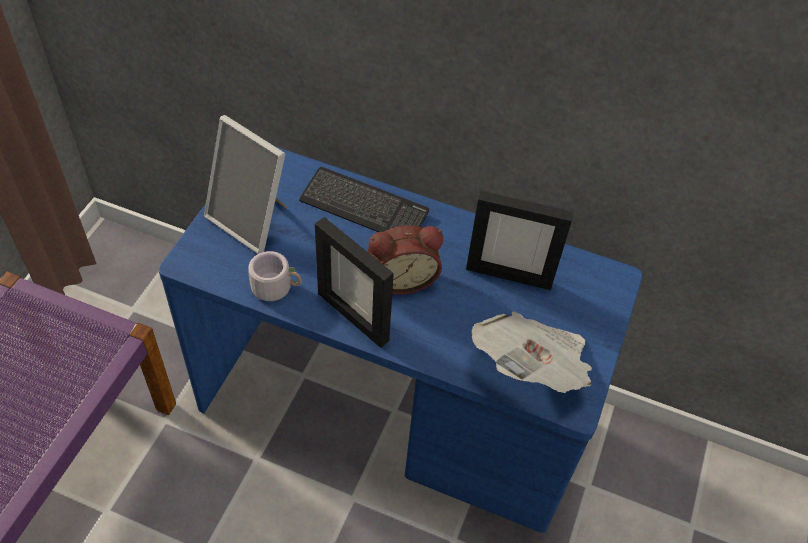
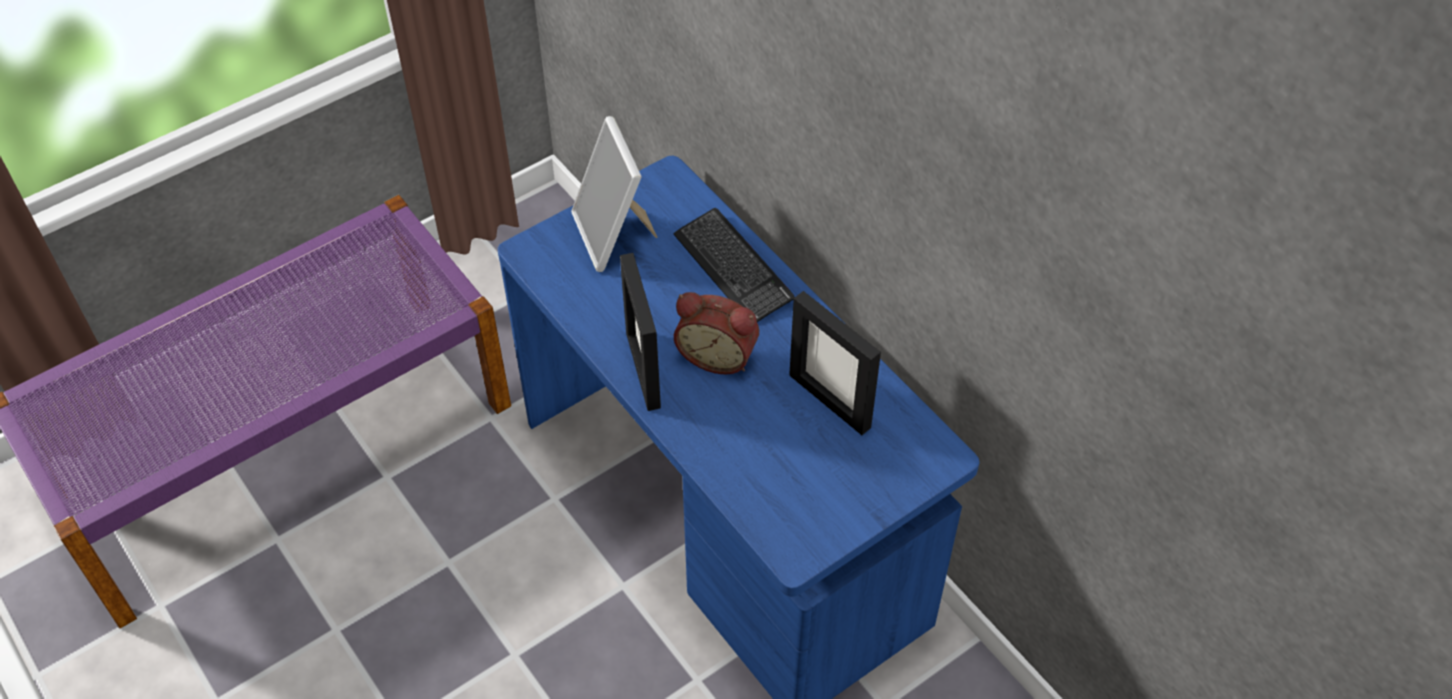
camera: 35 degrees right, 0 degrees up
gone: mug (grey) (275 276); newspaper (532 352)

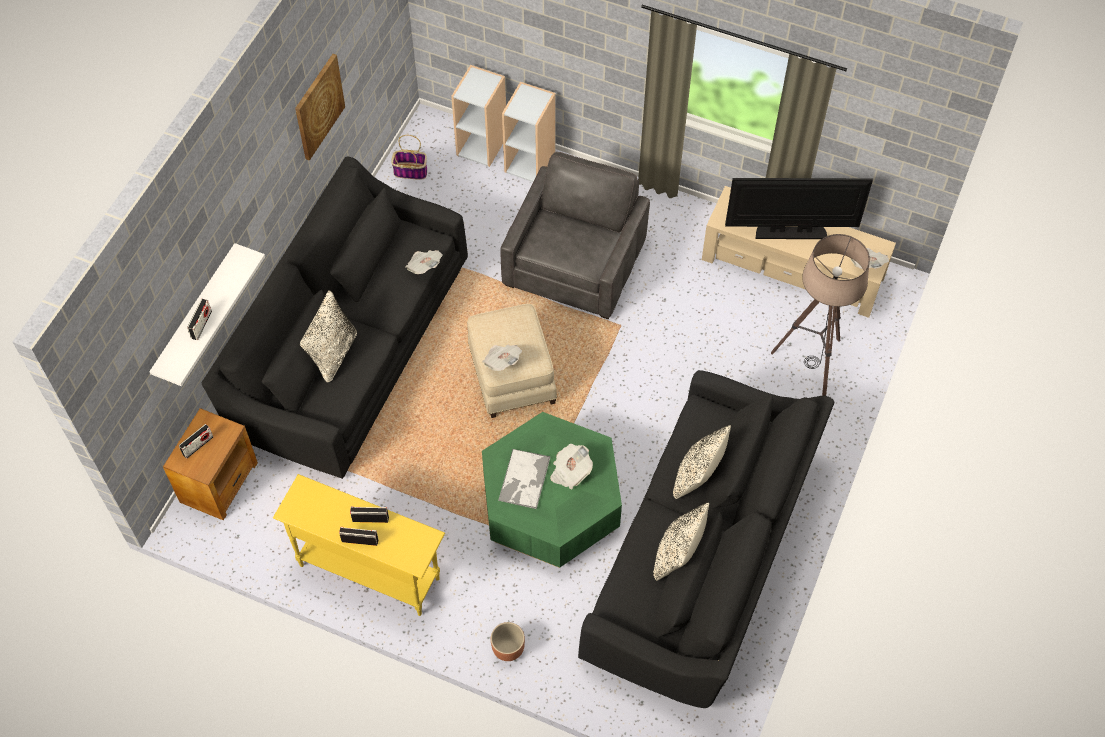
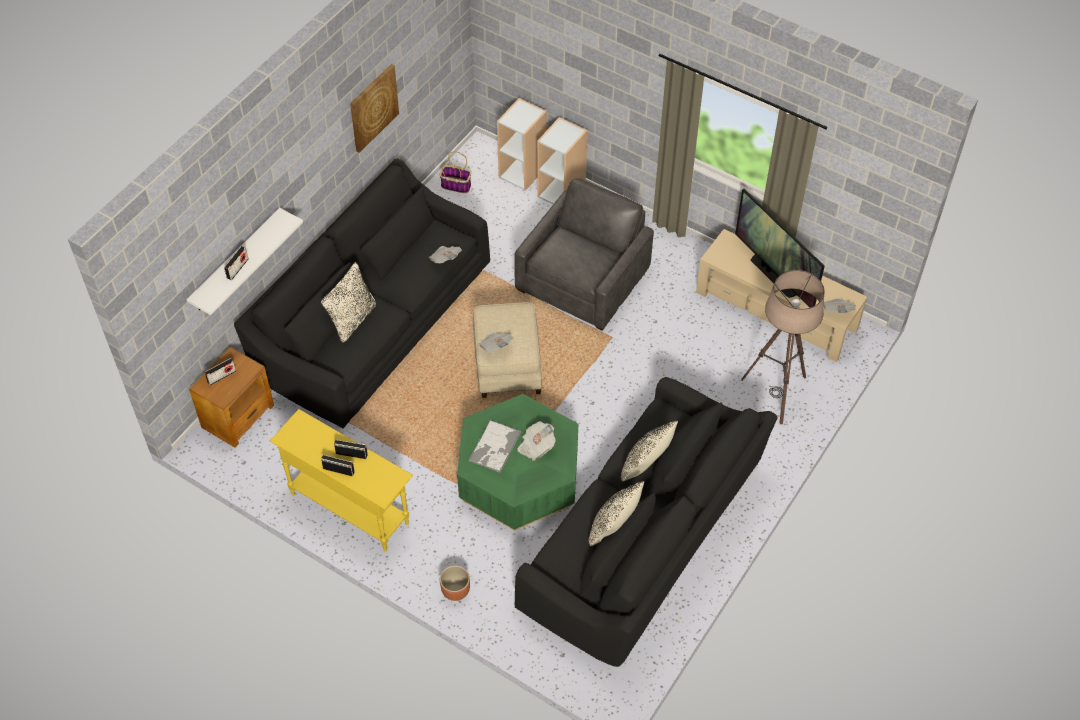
camera: 10 degrees right, 5 degrees down
rotated: television (799 208) = (780 248) 135 degrees counterclockwise

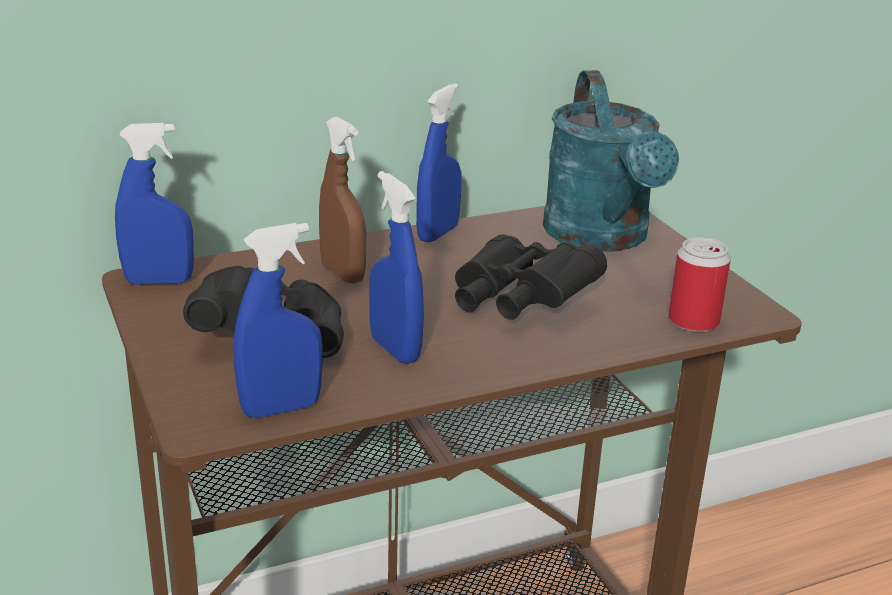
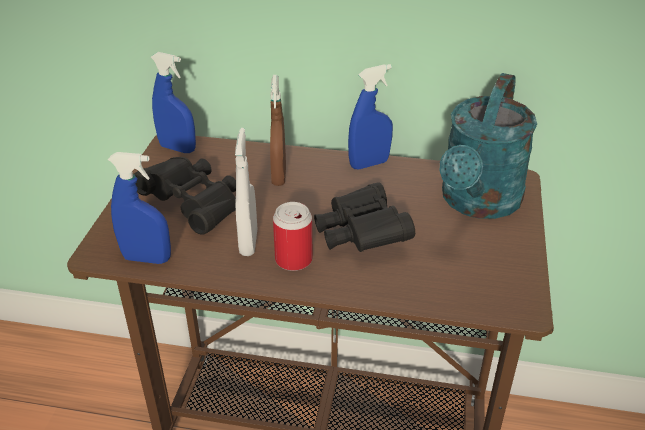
camera: 35 degrees right, 10 degrees up
shifted: can (700 284) to (293 236)
repainted: spray bottle (blue) (396 267) to spray bottle (white) (246 192)

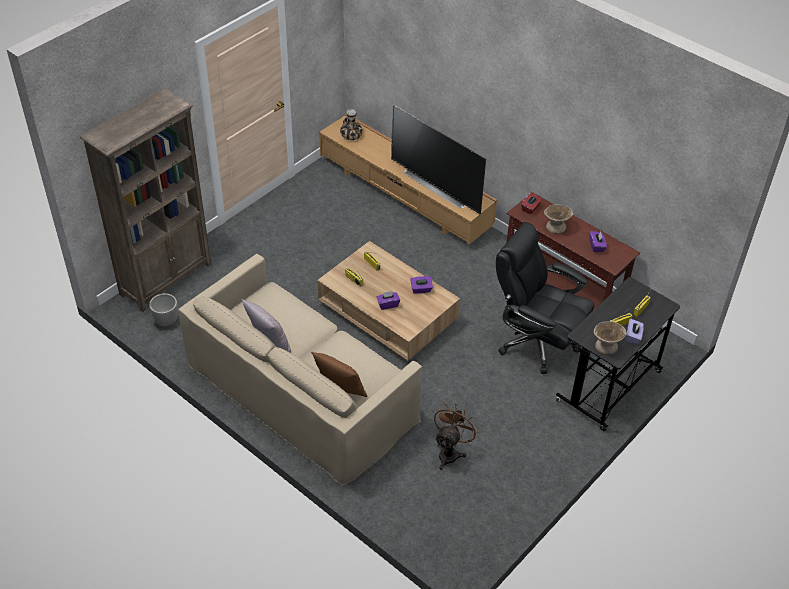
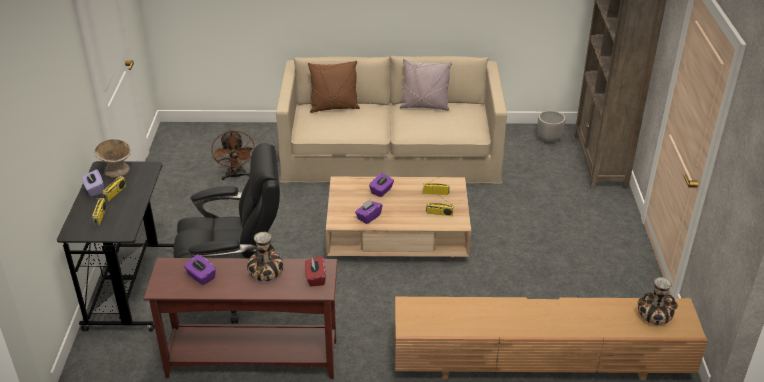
camera: 140 degrees right, 10 degrees down
gone: television (438 159)
swapped: bowl (beige) (558 219) to vase (265 256)

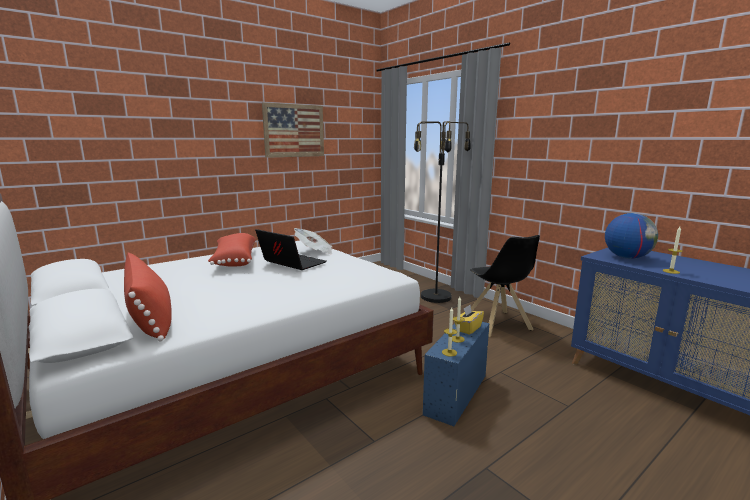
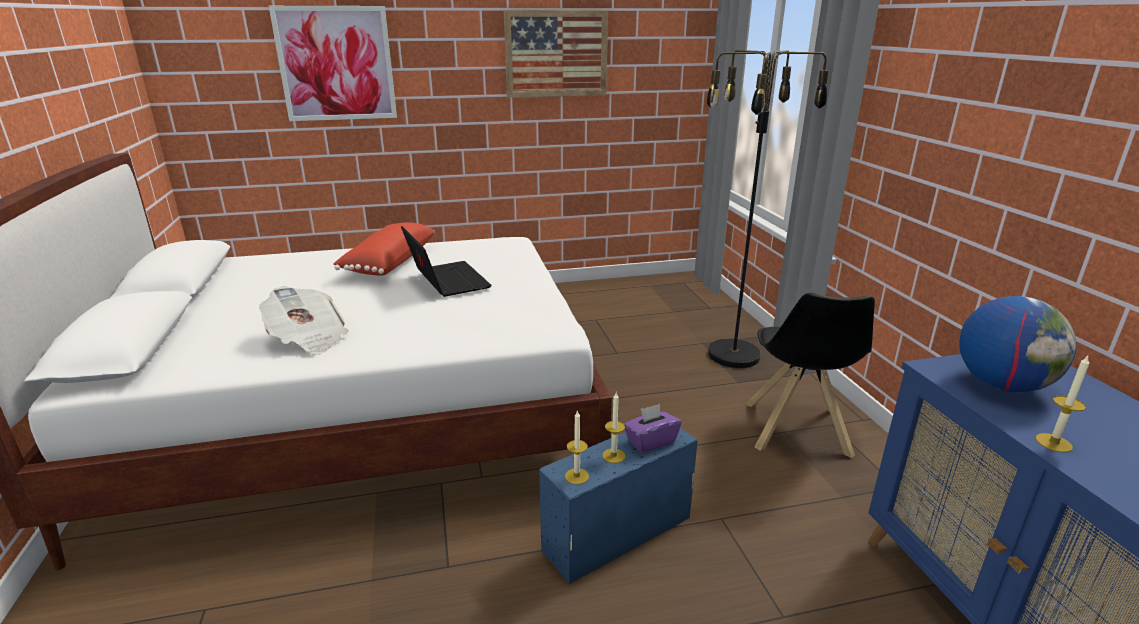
camera: 25 degrees right, 10 degrees up
gone: pillow (red) (148 296)
new: picture (333 63)
shifted: newspaper (313 241) to (304 320)
repainted: tissue box (yellow) (469 320) to tissue box (purple) (652 428)

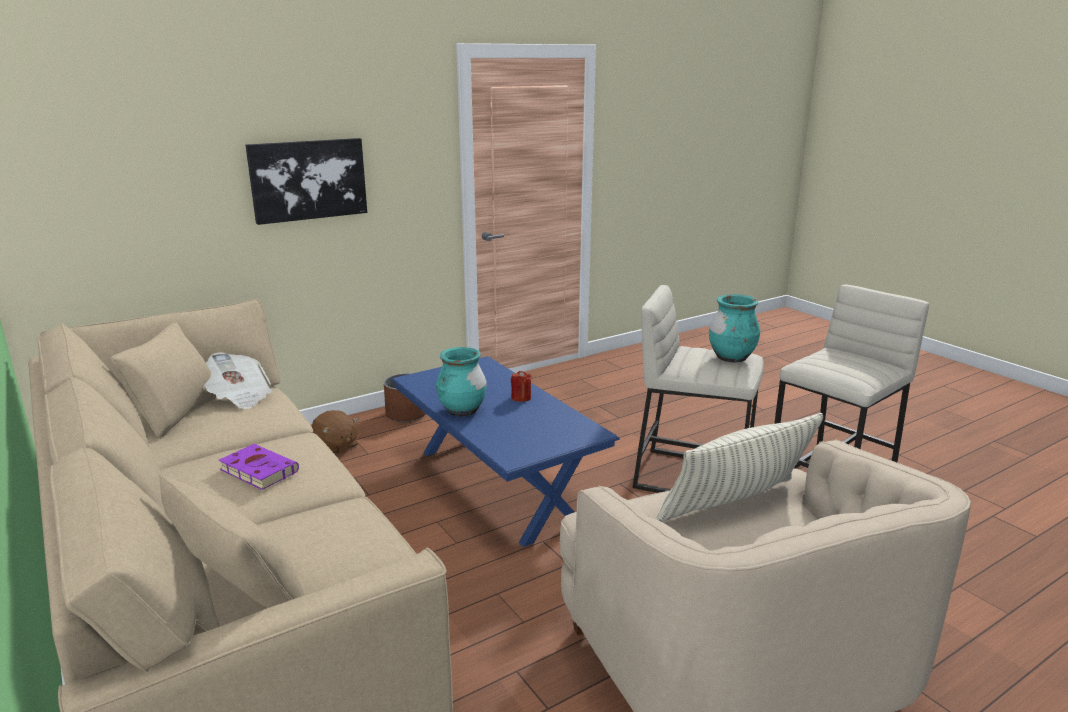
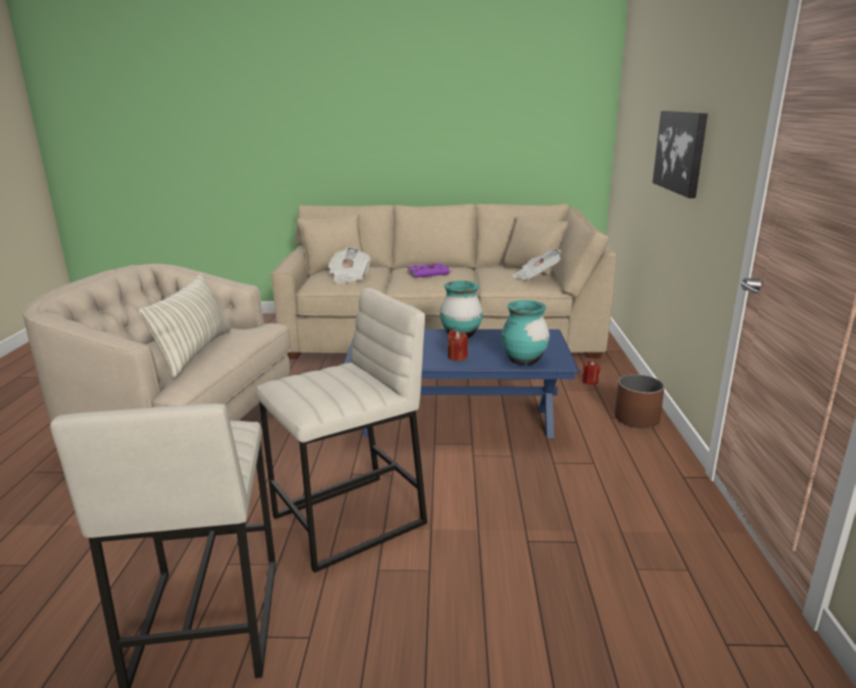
camera: 125 degrees right, 0 degrees up
new: newspaper (349 265)
shifted: vase (turquoise) (734 328) to (525 332)
swapped: plush toy (brown) (335 432) to candle (red) (591 373)

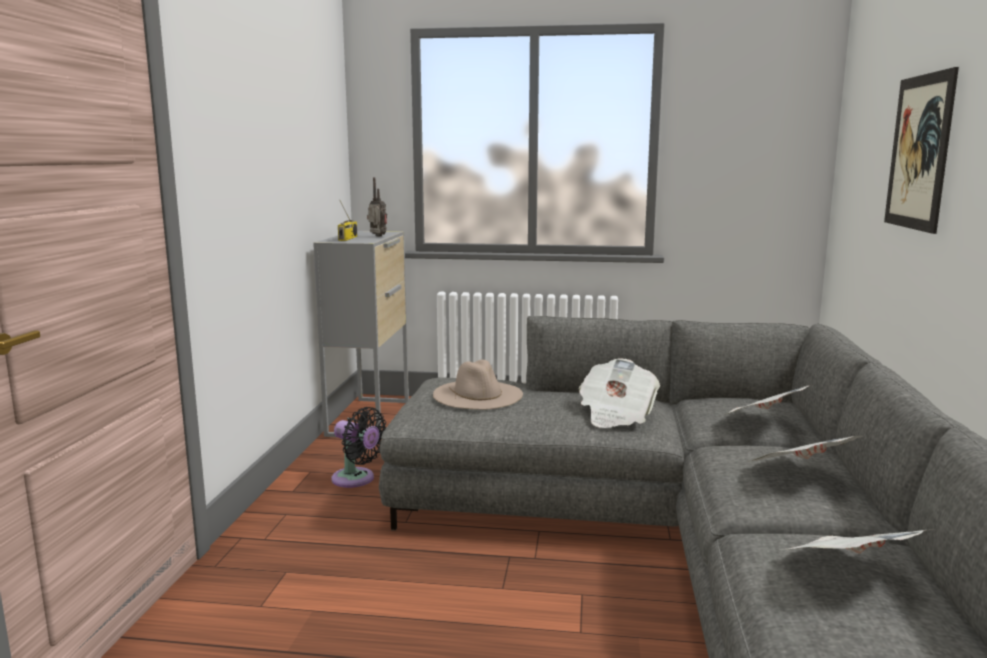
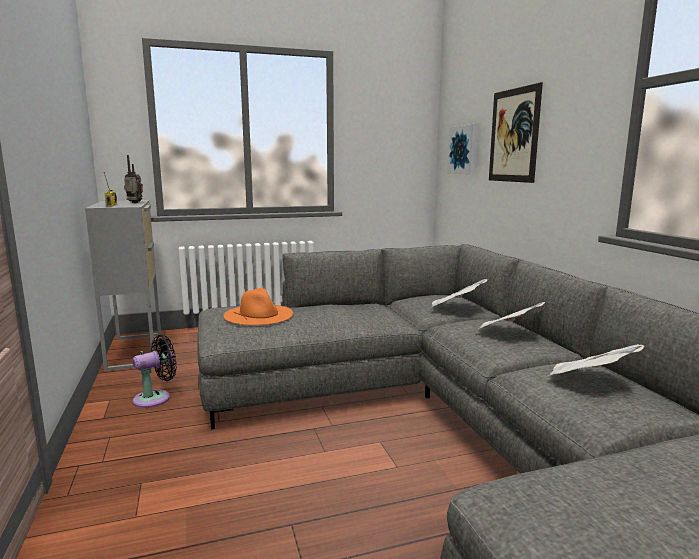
camera: 25 degrees left, 0 degrees up
gone: newspaper (619 393)
new: picture (463 149)
repainted: hat (beige) (478 385) to hat (orange) (258 306)
rotated: fan (black) (358 447) = (154 371) 45 degrees counterclockwise

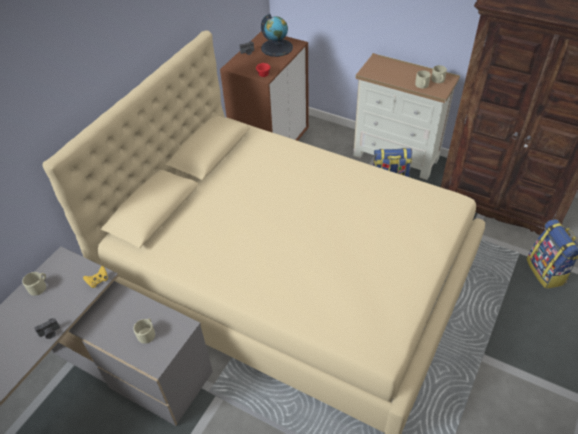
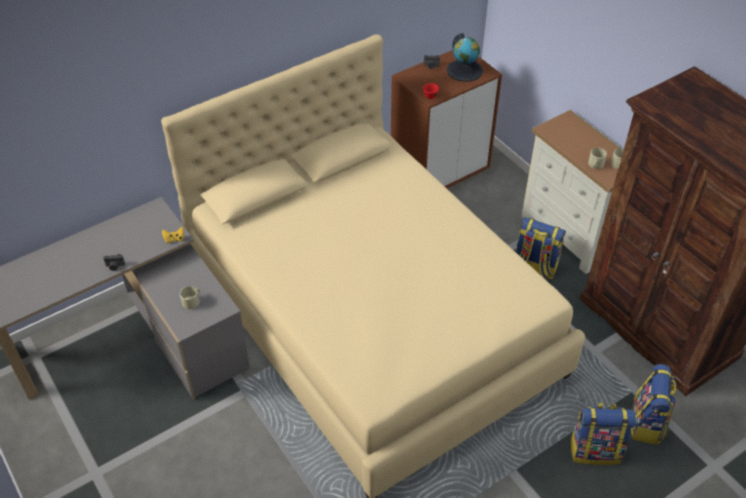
camera: 25 degrees right, 0 degrees up
gone: mug (beige) (34 284)
new: backpack (603 434)

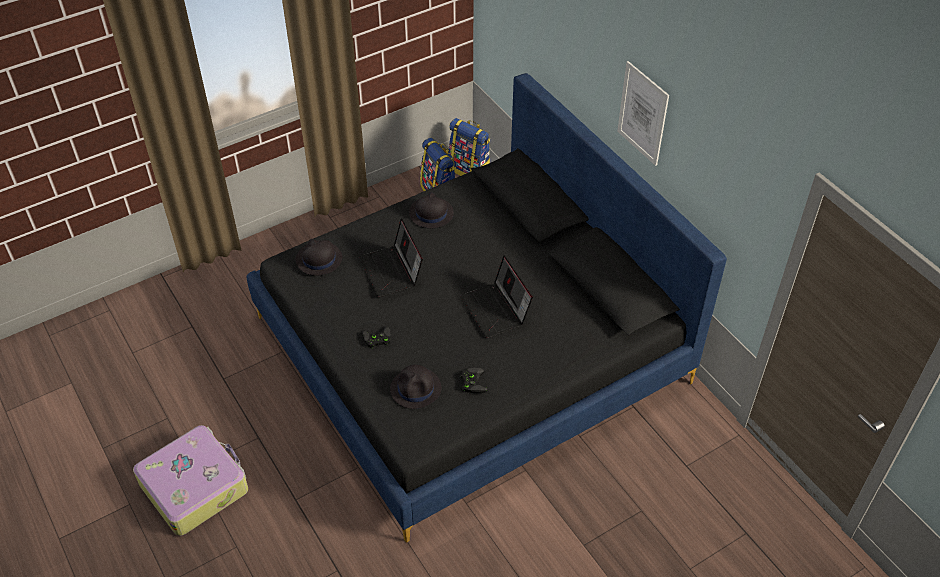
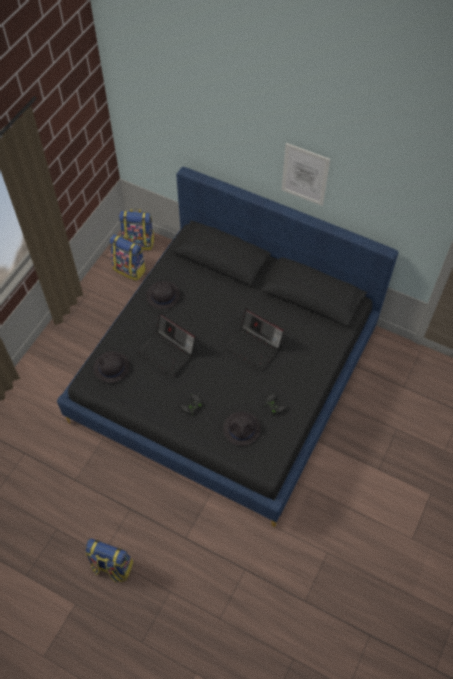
camera: 30 degrees left, 10 degrees up
swapped: suitcase (190 480) to backpack (109 560)

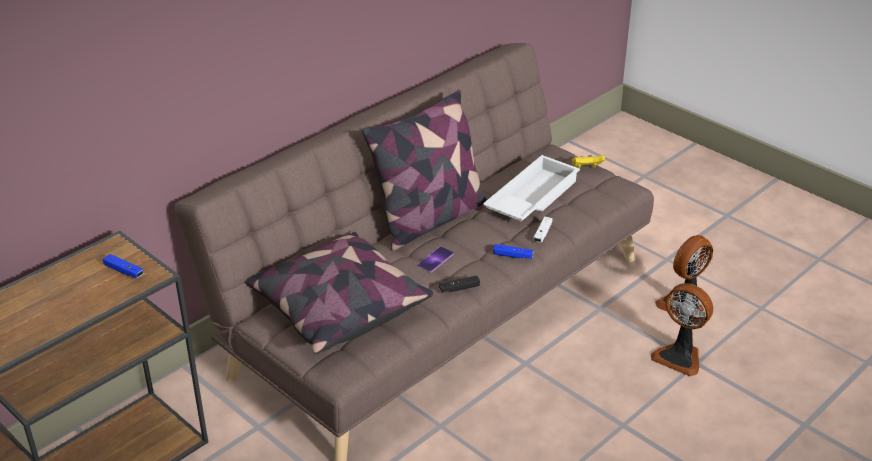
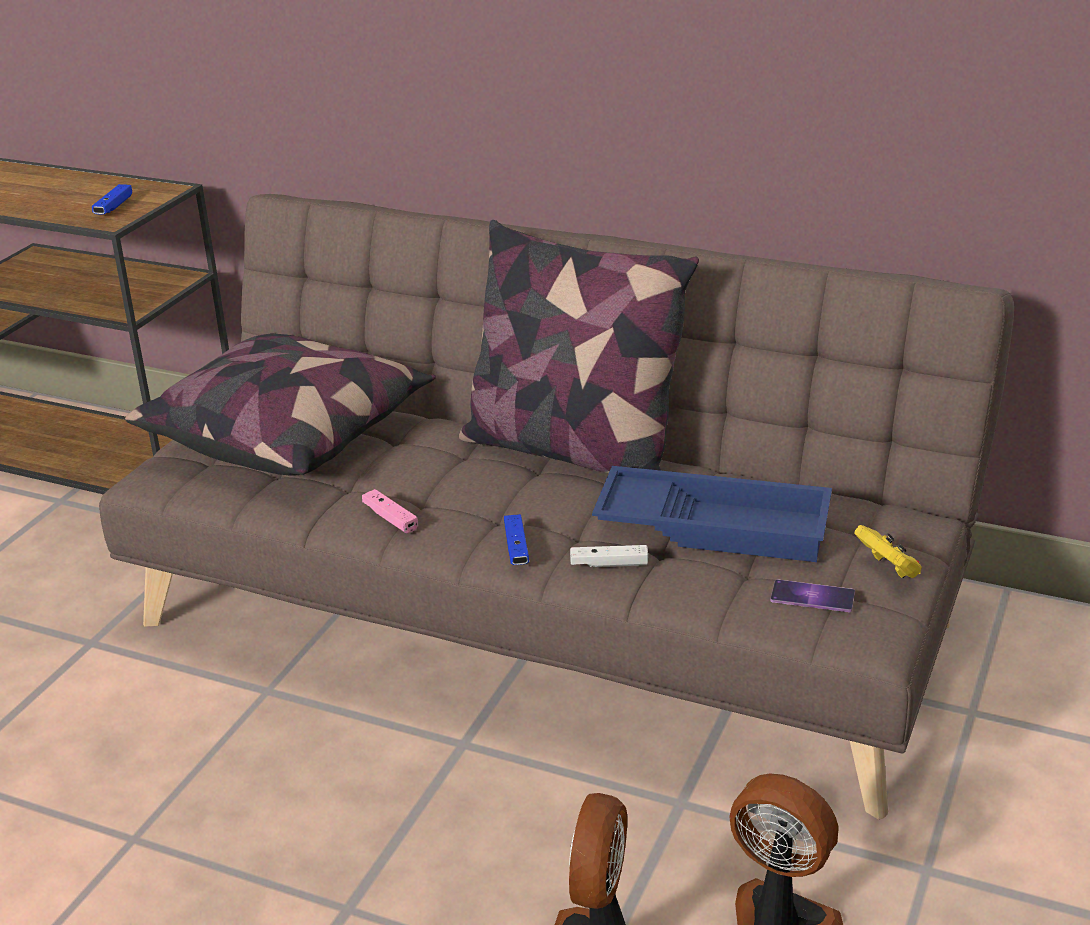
camera: 70 degrees right, 5 degrees down
shifted: phone (435 260) to (812 596)
repainted: game controller (black) (459 284) to game controller (pink) (390 511); tray (white) (531 188) to tray (blue) (712 514)

